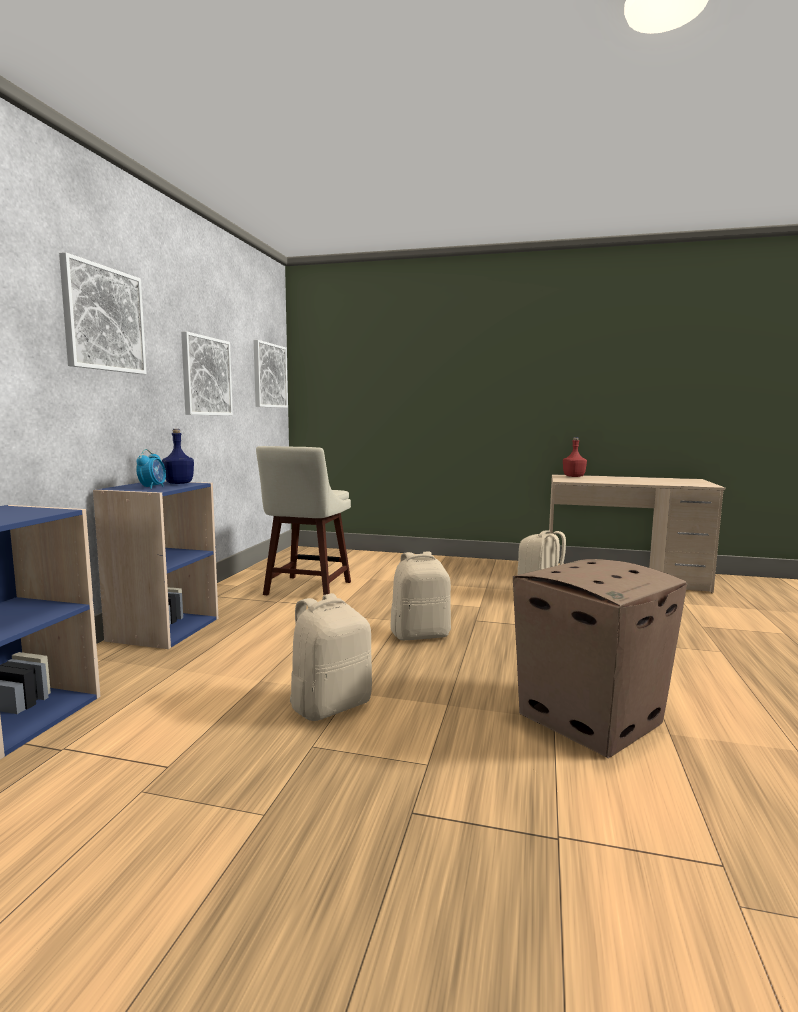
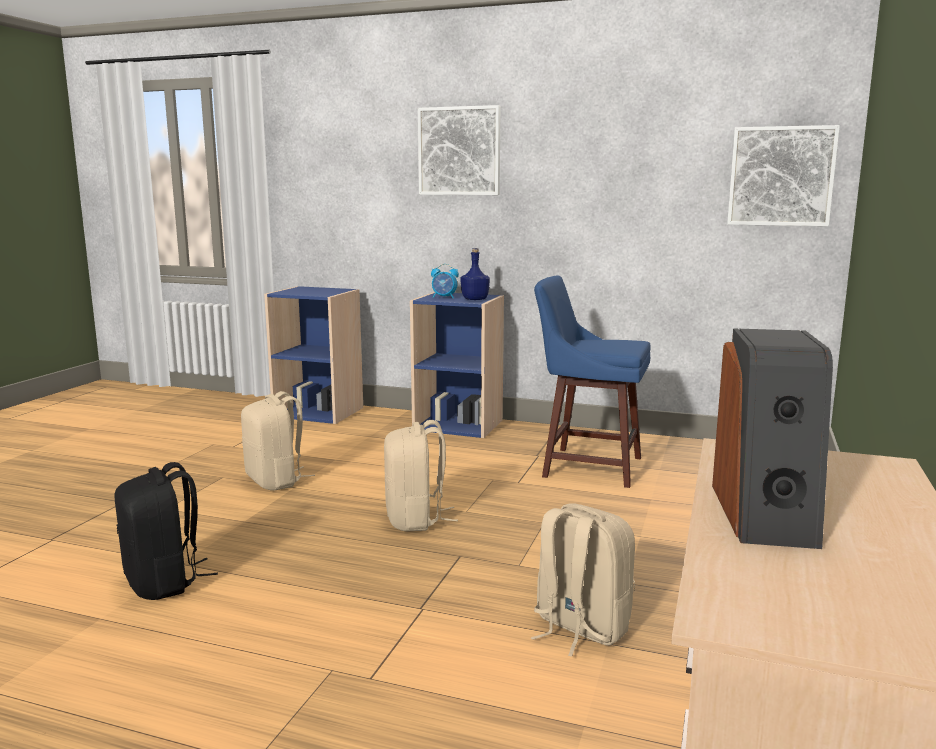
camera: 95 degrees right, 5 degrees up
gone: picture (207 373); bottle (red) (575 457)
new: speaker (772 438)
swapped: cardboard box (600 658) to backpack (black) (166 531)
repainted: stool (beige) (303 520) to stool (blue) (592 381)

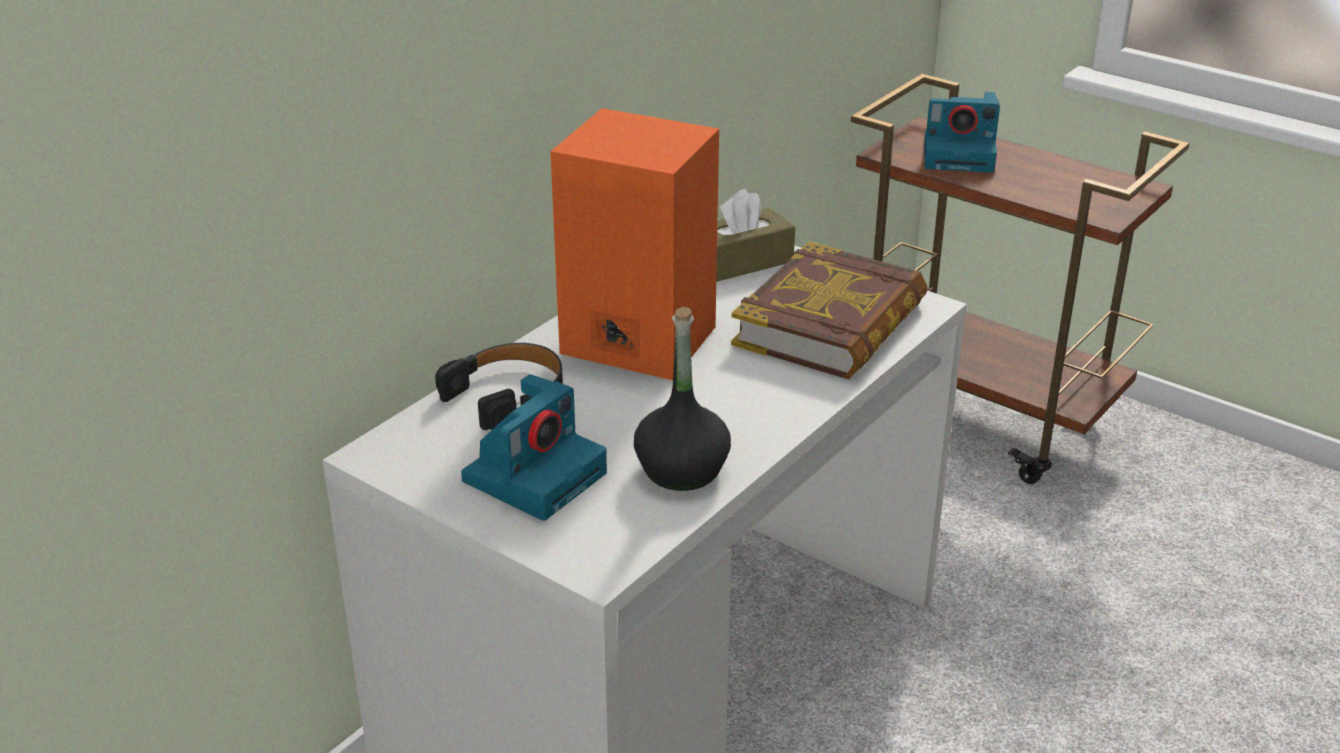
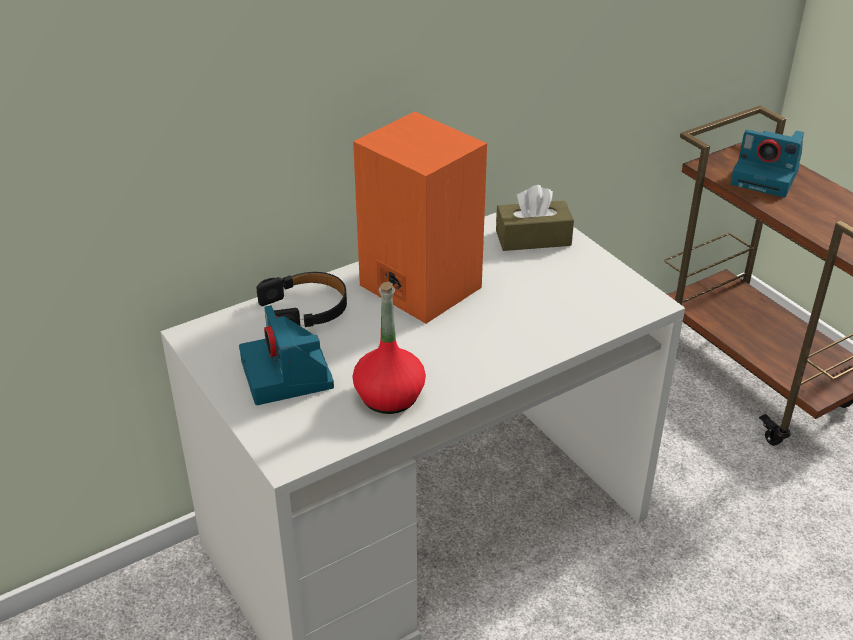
camera: 20 degrees right, 5 degrees up
gone: book (829 310)
repainted: bottle (black) (682 399) to bottle (red) (389 348)
rotated: photo camera (534 447) = (286 355) 105 degrees clockwise

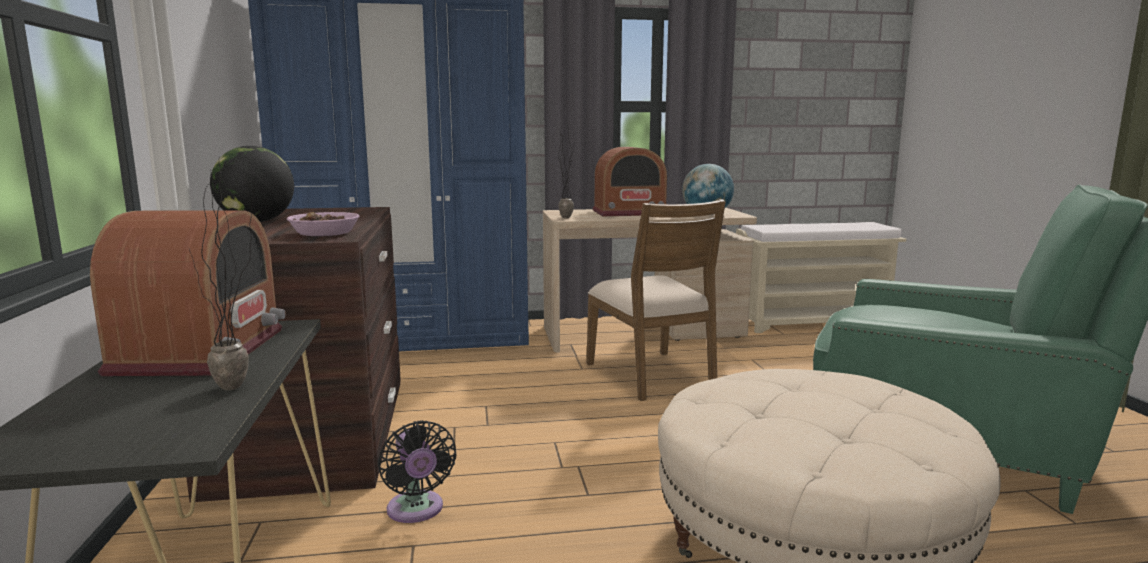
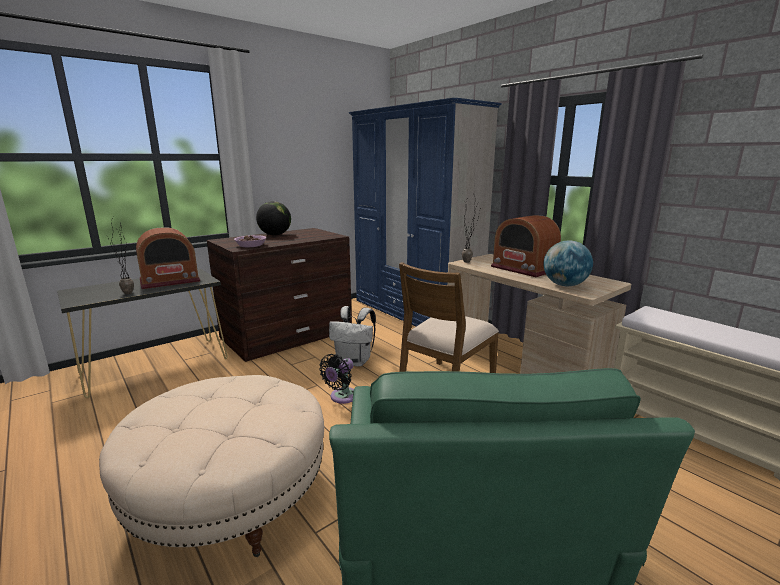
camera: 60 degrees right, 5 degrees up
new: backpack (white) (352 336)
shifted: fan (black) (417 471) to (336 379)

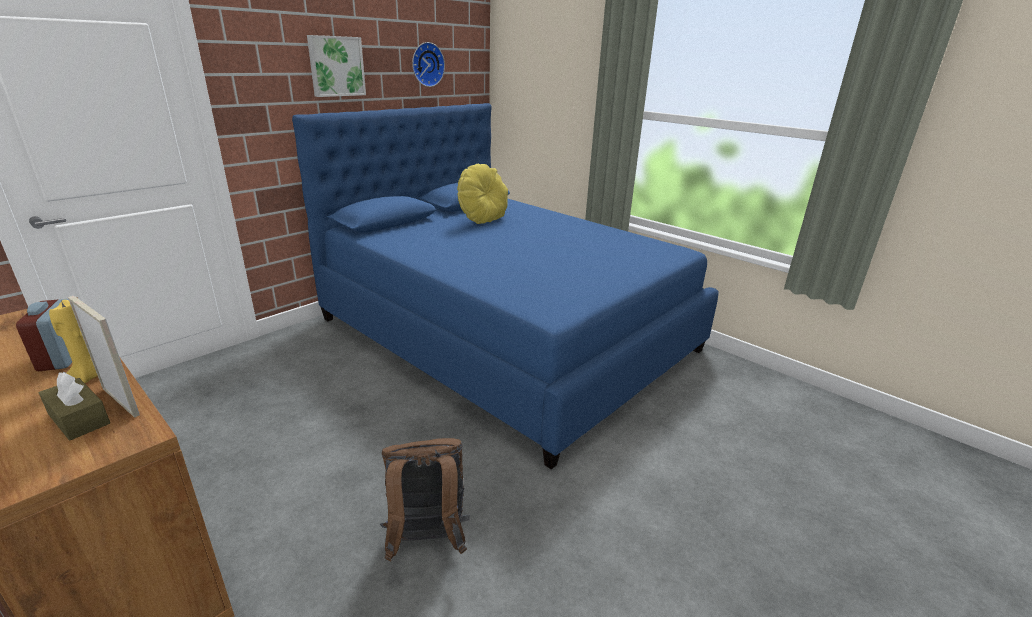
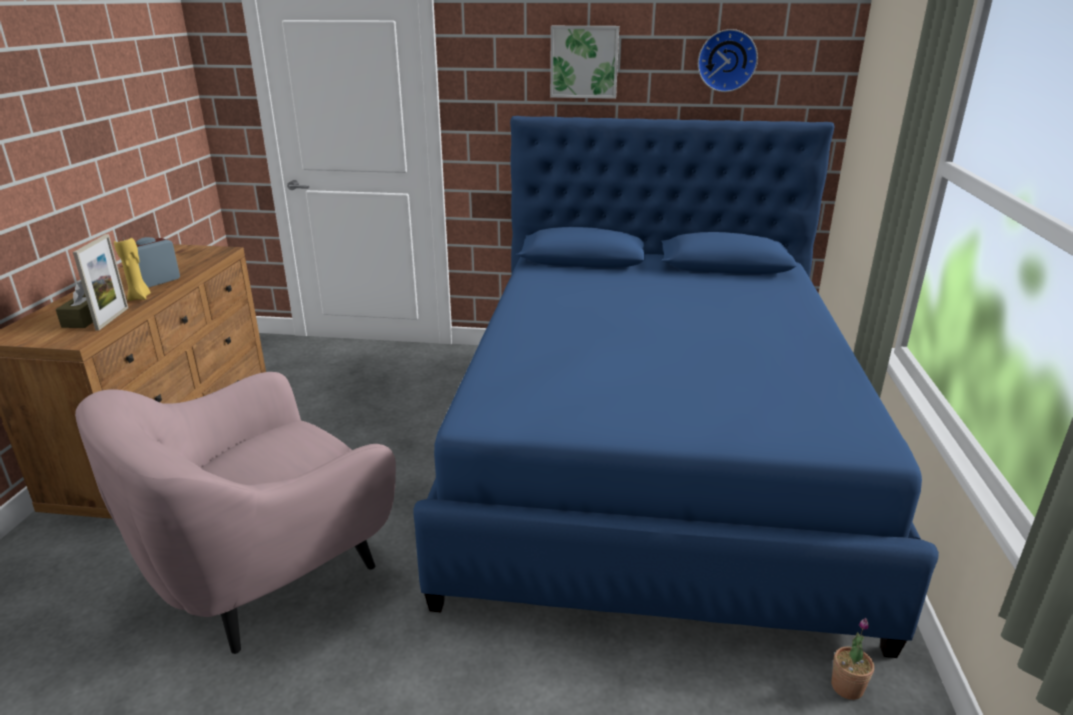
camera: 55 degrees right, 0 degrees up
gone: pillow (yellow) (482 194)
new: potted plant (852 659)
swapped: backpack (brown) (425 499) to armchair (pink) (235 513)

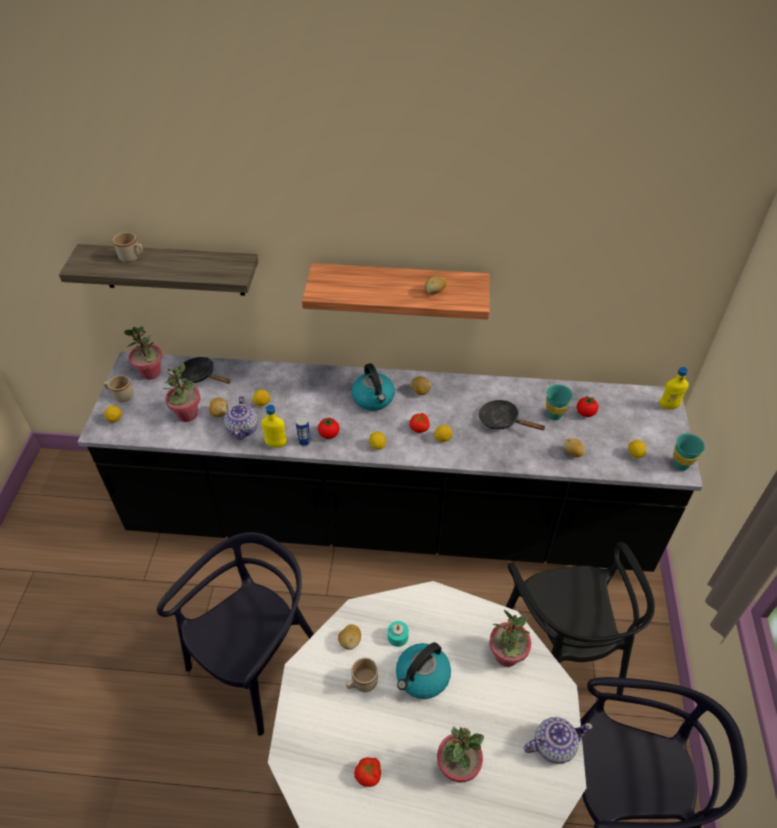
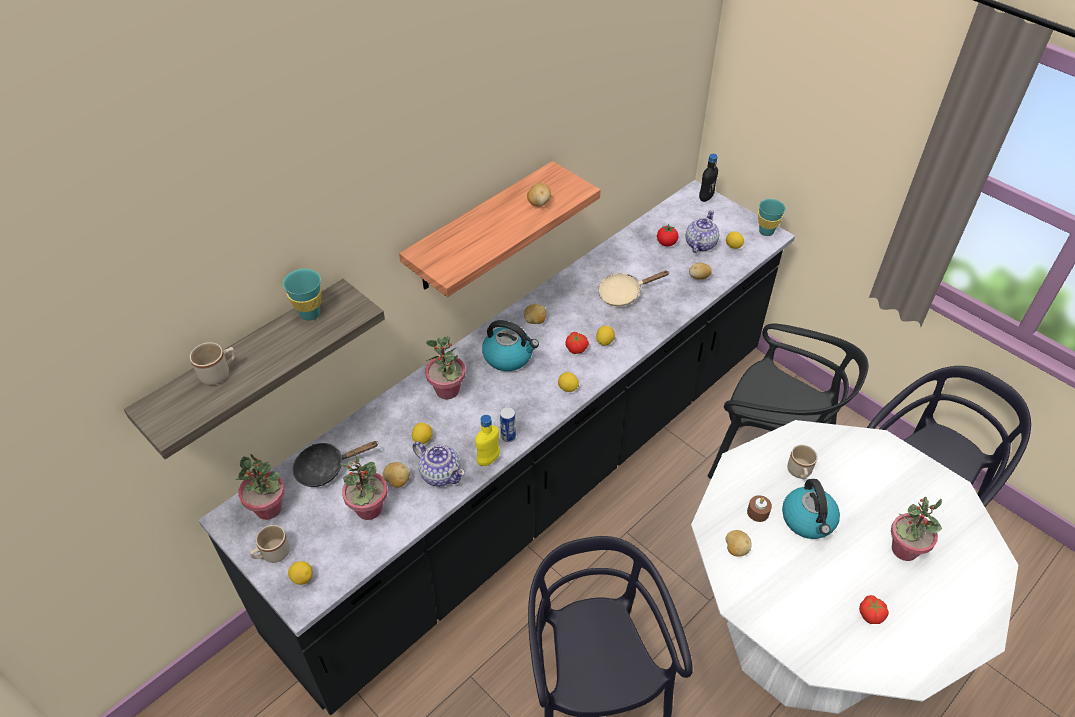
camera: 50 degrees left, 0 degrees up
gone: tomato (328 428)
shifted: mug (beige) (362 675) to (802 462); potted plant (510 638) to (445 367); teapot (558 740) to (702 231); cup (turquoise) (559 402) to (302 294)
repainted: candle (turquoise) (398 634) to candle (brown) (759 508); frying pan (black) (512 415) to frying pan (beige) (633 288); bottle (yellow) (674 388) to bottle (black) (708 178)

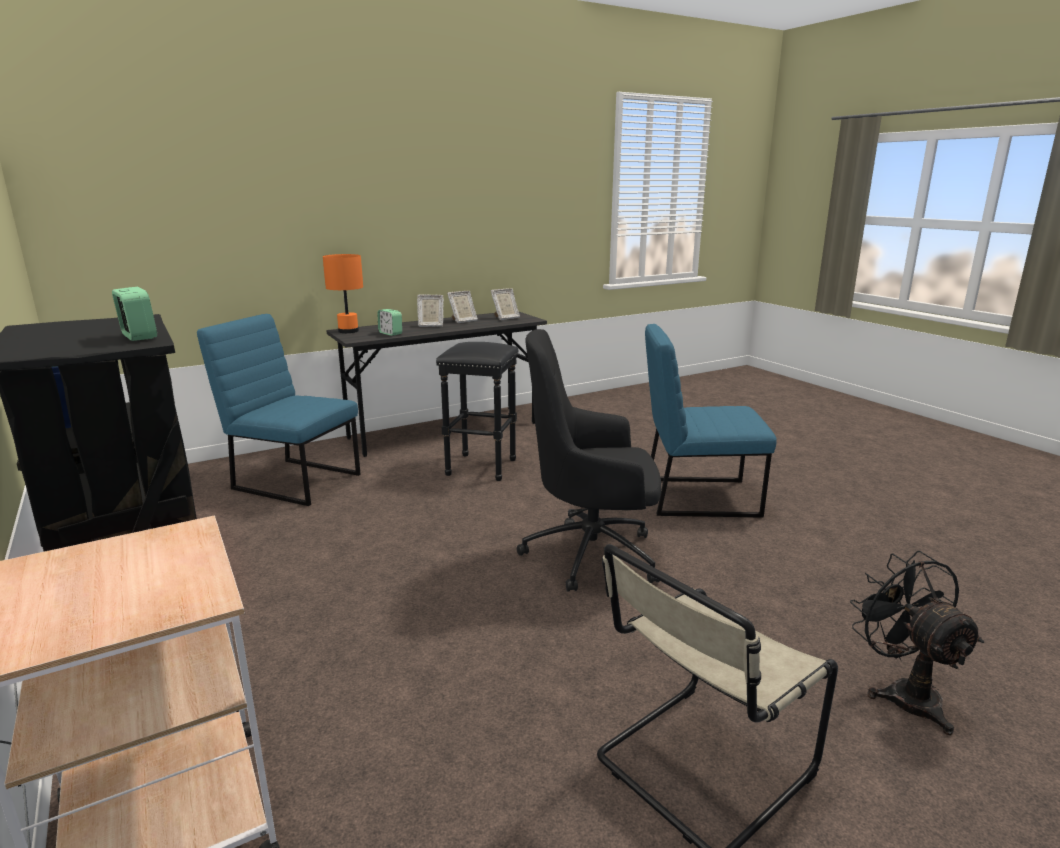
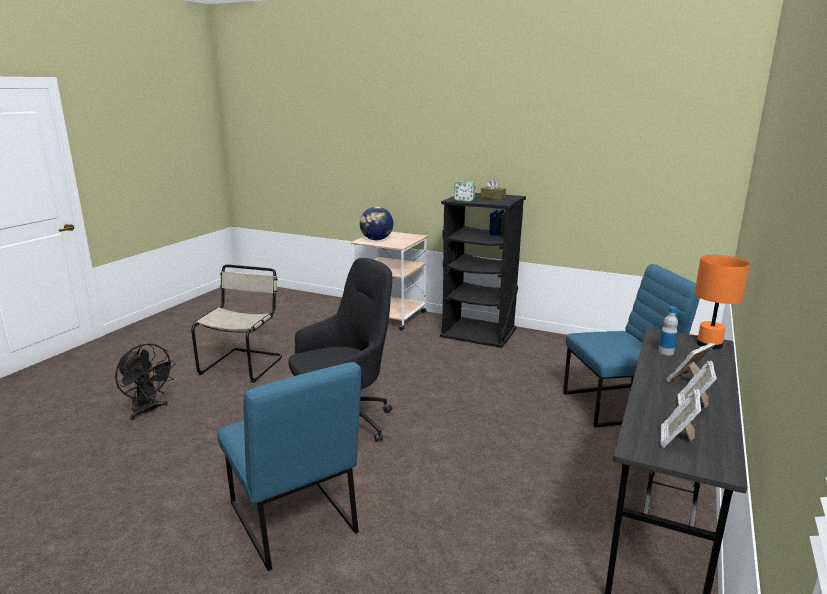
camera: 145 degrees right, 0 degrees up
gone: stool (black) (477 411)
new: globe (376 223); tissue box (brown) (493 189)
swapped: alarm clock (389 322) to bottle (668 330)
rotated: chair (blue) (711 421) = (289 466) 90 degrees clockwise

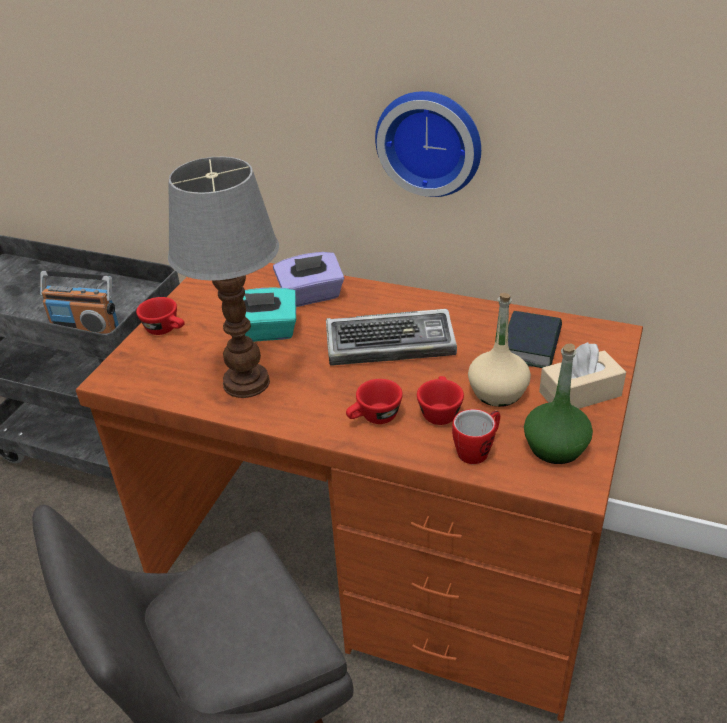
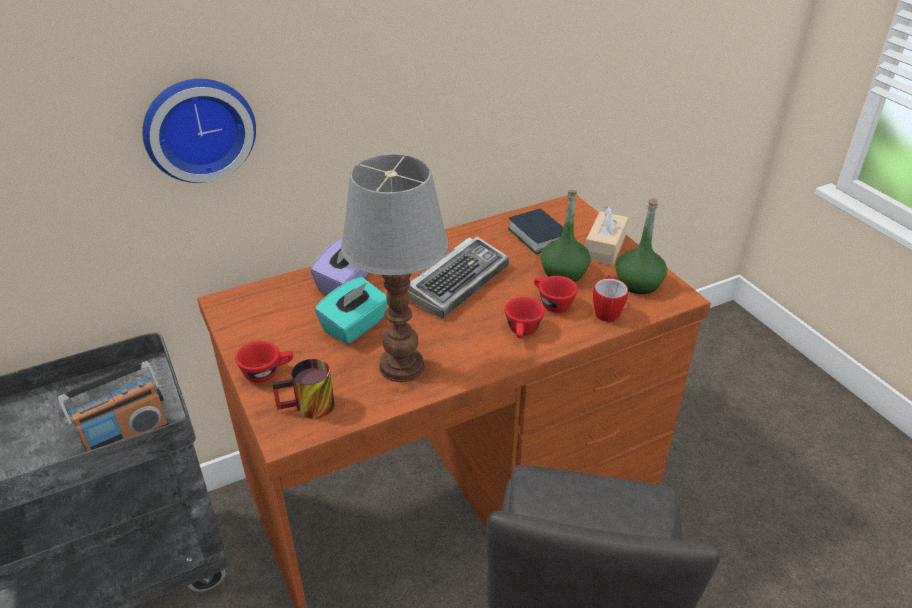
camera: 50 degrees left, 0 degrees up
new: mug (303 389)
shifted: wall clock (428 144) to (199 131)
repainted: bottle (beige) (499 350) to bottle (green) (566 236)

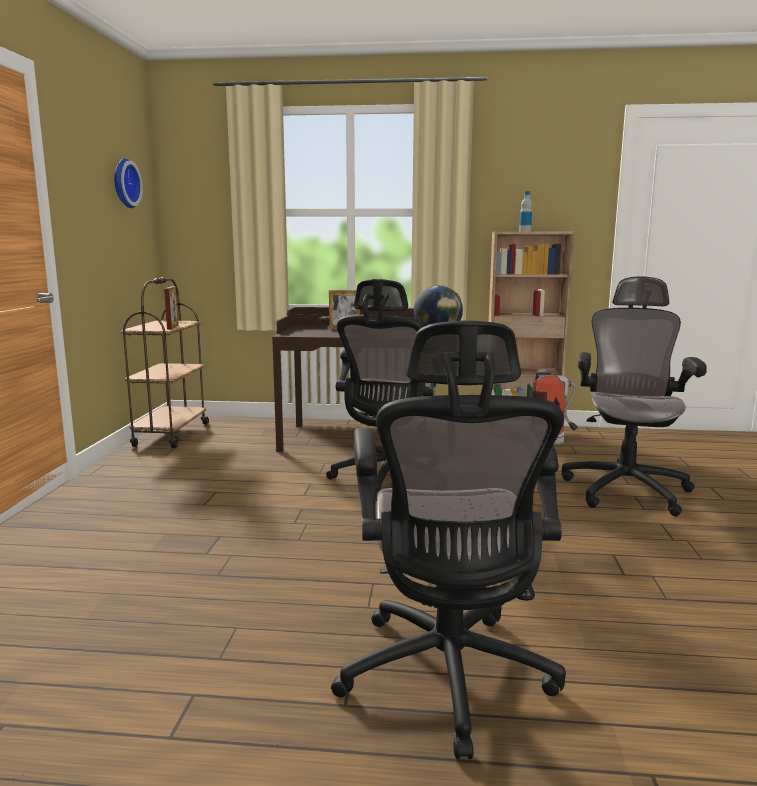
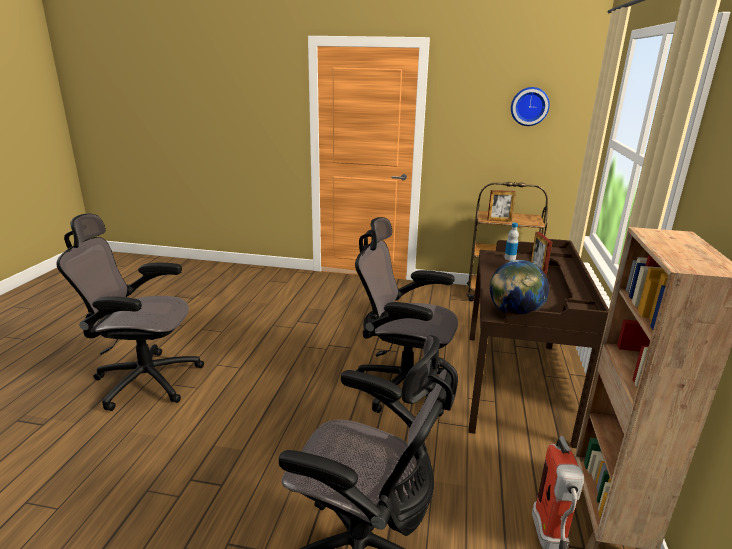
camera: 95 degrees right, 10 degrees up
shifted: bottle (525 211) to (511 242)

